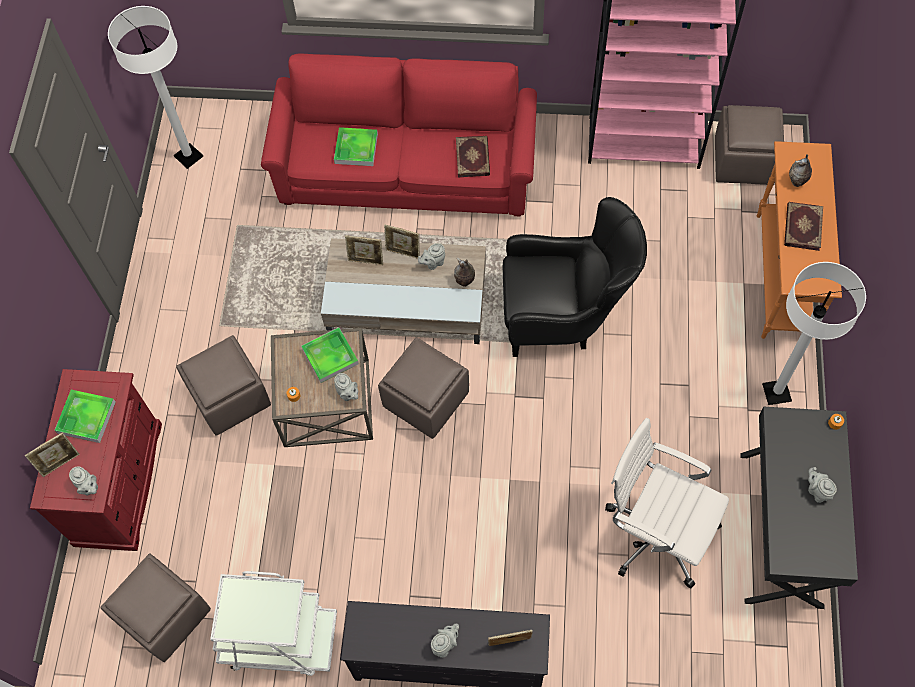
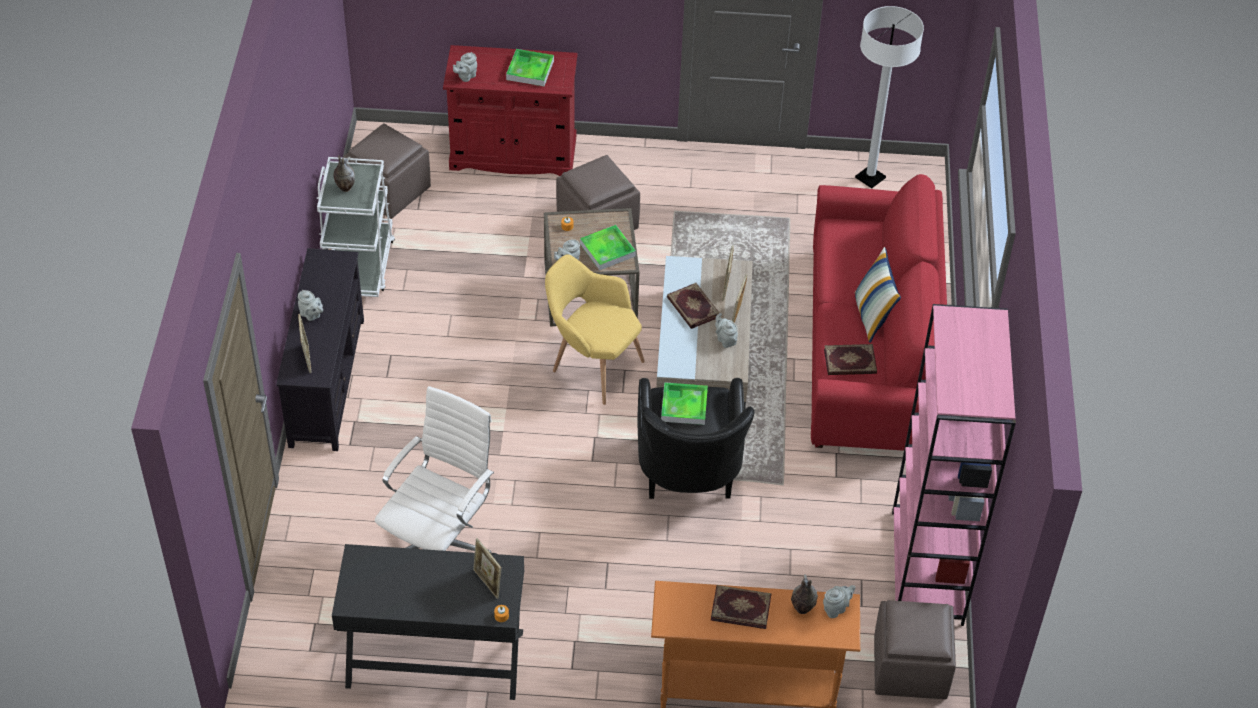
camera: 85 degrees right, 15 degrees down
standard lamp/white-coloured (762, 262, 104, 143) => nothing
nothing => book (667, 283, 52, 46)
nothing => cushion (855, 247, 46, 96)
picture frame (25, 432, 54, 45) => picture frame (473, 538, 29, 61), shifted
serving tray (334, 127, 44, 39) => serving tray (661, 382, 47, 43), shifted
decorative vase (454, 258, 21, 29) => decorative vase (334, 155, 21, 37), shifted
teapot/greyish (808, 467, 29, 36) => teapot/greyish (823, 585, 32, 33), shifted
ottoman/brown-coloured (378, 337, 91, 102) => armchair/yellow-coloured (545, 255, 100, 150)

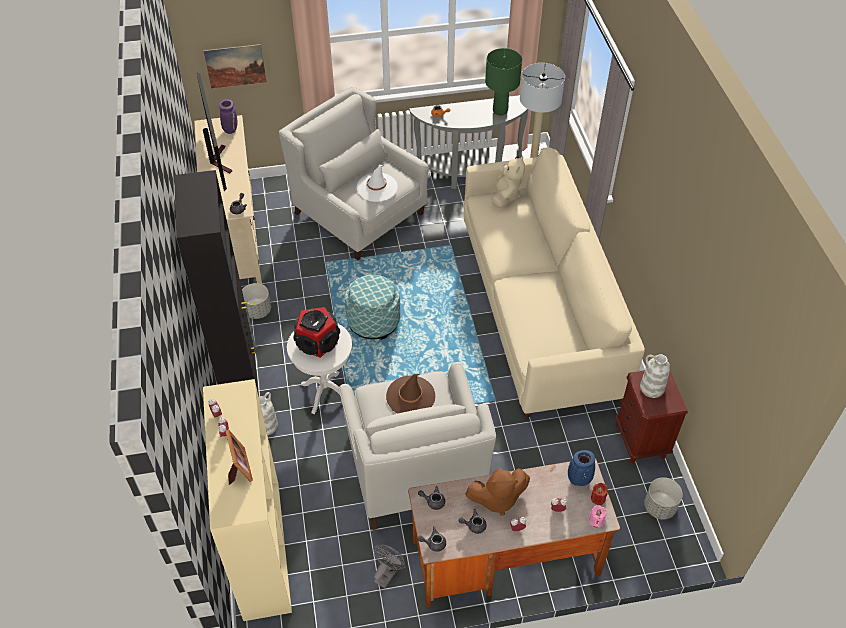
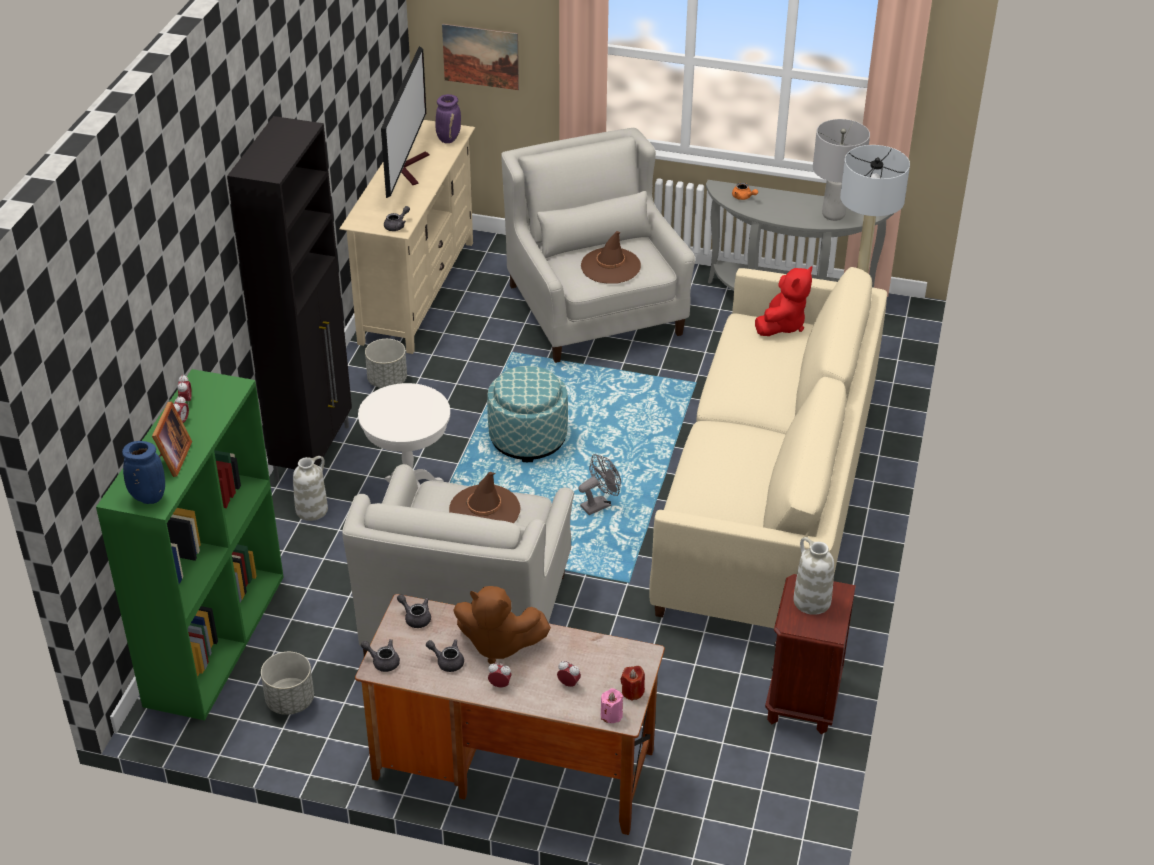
camera: 25 degrees right, 10 degrees down
audio speaker (293, 307, 47, 50) => nothing
fan/greyish (373, 544, 32, 44) => fan/greyish (578, 454, 43, 61), shifted
decorative vase/bluish (568, 450, 27, 36) => decorative vase/bluish (122, 441, 43, 63), shifted
plant pot/greyish (644, 477, 39, 43) => plant pot/greyish (261, 652, 53, 63), shifted
shelving unit/sand-coloured (203, 379, 89, 242) => shelving unit/green (96, 369, 188, 352)
hat/white-coloured (356, 165, 42, 37) => hat/brown-coloured (581, 231, 60, 53)
tabletop lamp/green (485, 48, 37, 67) => tabletop lamp/greyish (813, 119, 57, 102)
cuddly toy/sand-coloured (491, 156, 34, 52) => cuddly toy/reddish (755, 266, 57, 70)

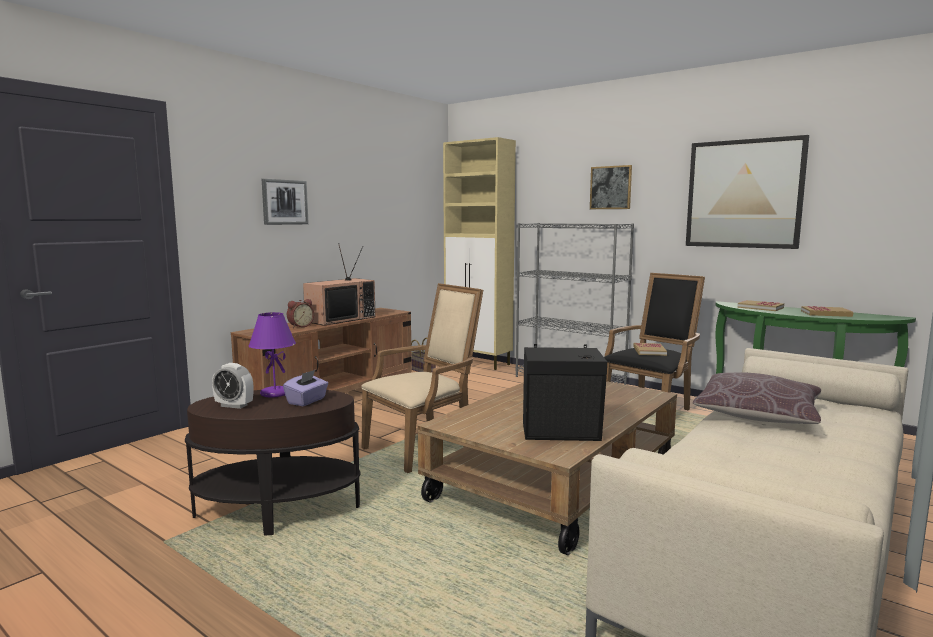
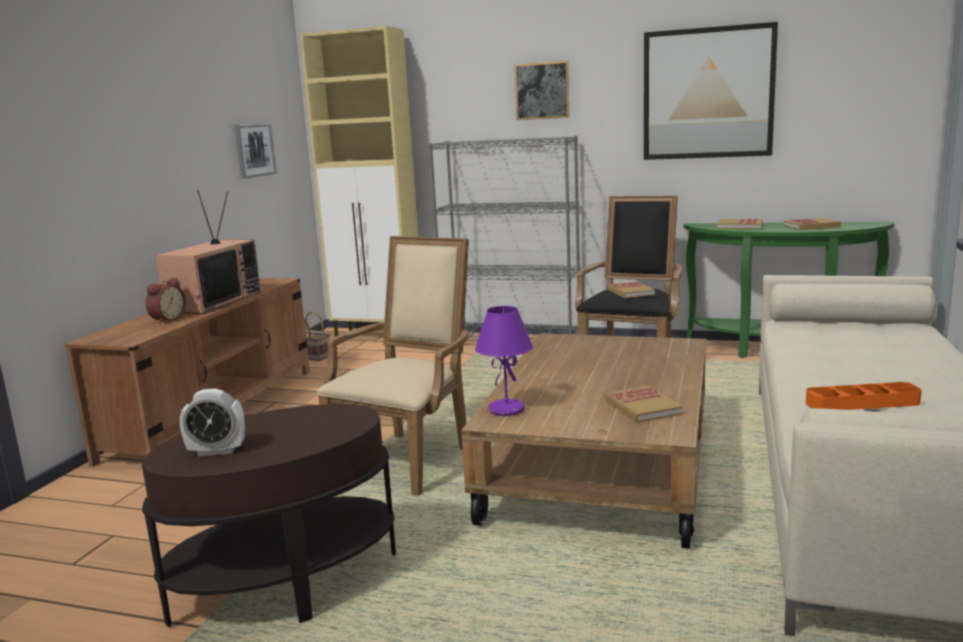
camera: 20 degrees left, 5 degrees up
tissue holder/purple (283, 370, 45, 36) => nothing
cushion/brown-coloured (693, 372, 128, 52) => nothing
nothing => serving tray/orange (806, 382, 116, 28)
tabletop lamp/purple (249, 312, 47, 85) => tabletop lamp/purple (475, 306, 58, 110), shifted
picture (262, 179, 47, 46) => picture (234, 123, 43, 56), shifted
audio speaker/black (523, 344, 84, 97) => book (605, 386, 78, 37)

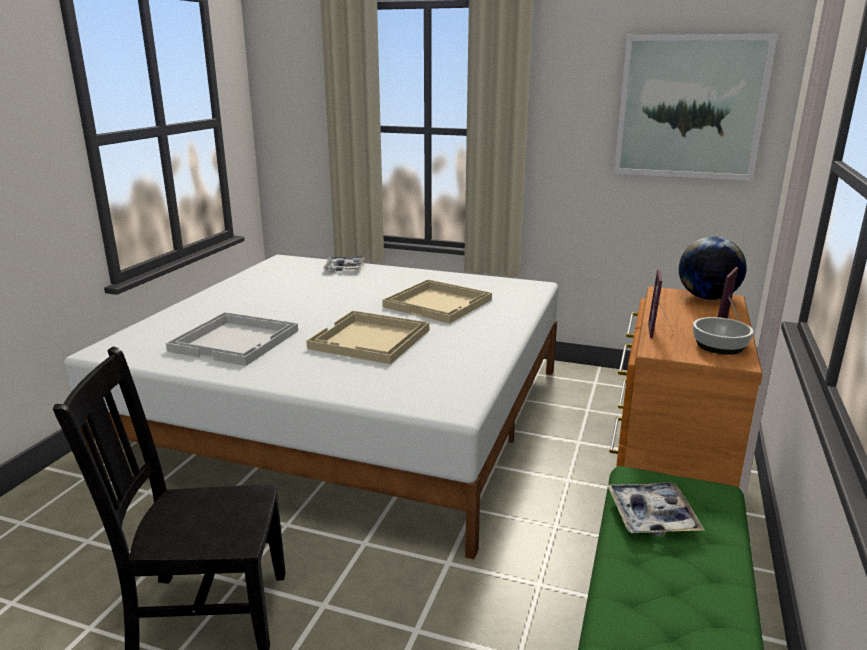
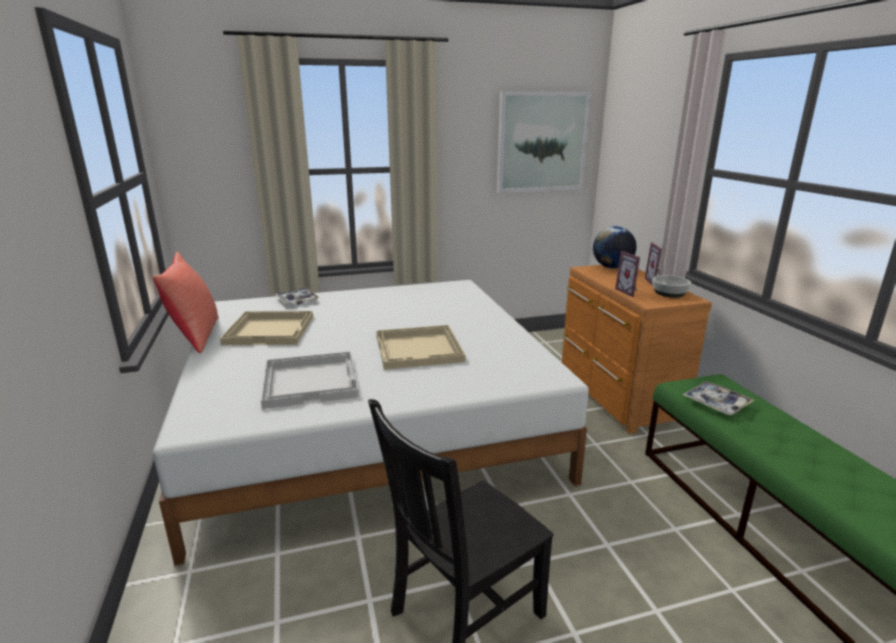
camera: 35 degrees left, 0 degrees up
nothing => cushion/reddish (153, 252, 66, 101)
serving tray/sand-coloured (382, 279, 110, 45) => serving tray/sand-coloured (220, 311, 93, 34), shifted

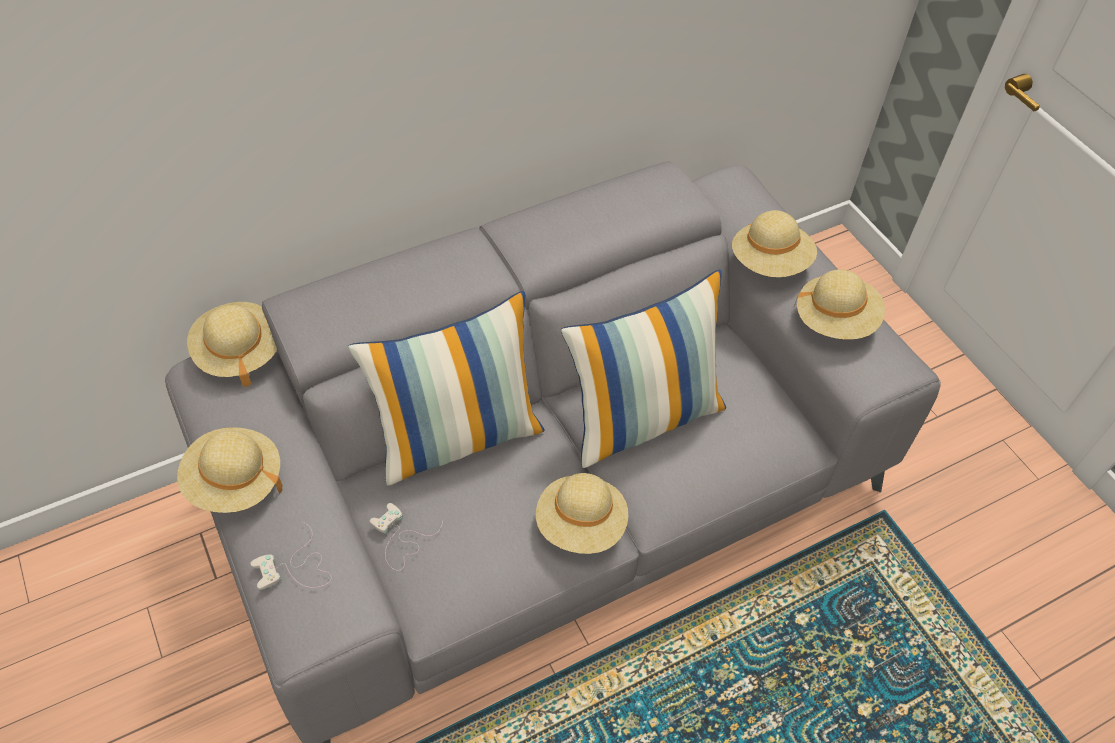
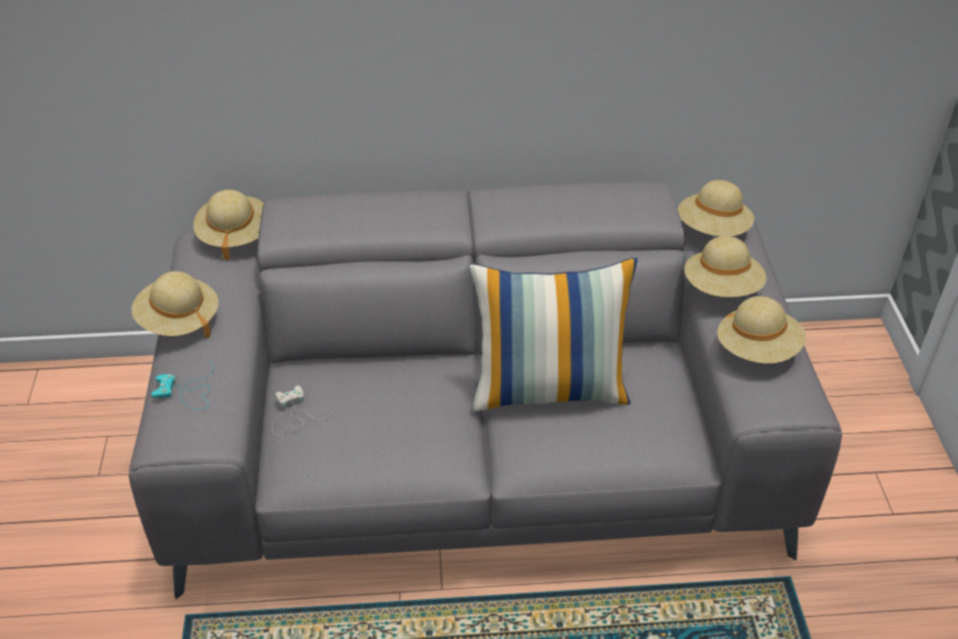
camera: 25 degrees right, 10 degrees down
cushion (348, 291, 197, 195) => nothing
hat/sand-coloured (536, 473, 92, 81) => hat/sand-coloured (678, 180, 76, 57), shifted
game controller/white-coloured (250, 522, 82, 68) => game controller/turquoise-coloured (151, 364, 63, 46)

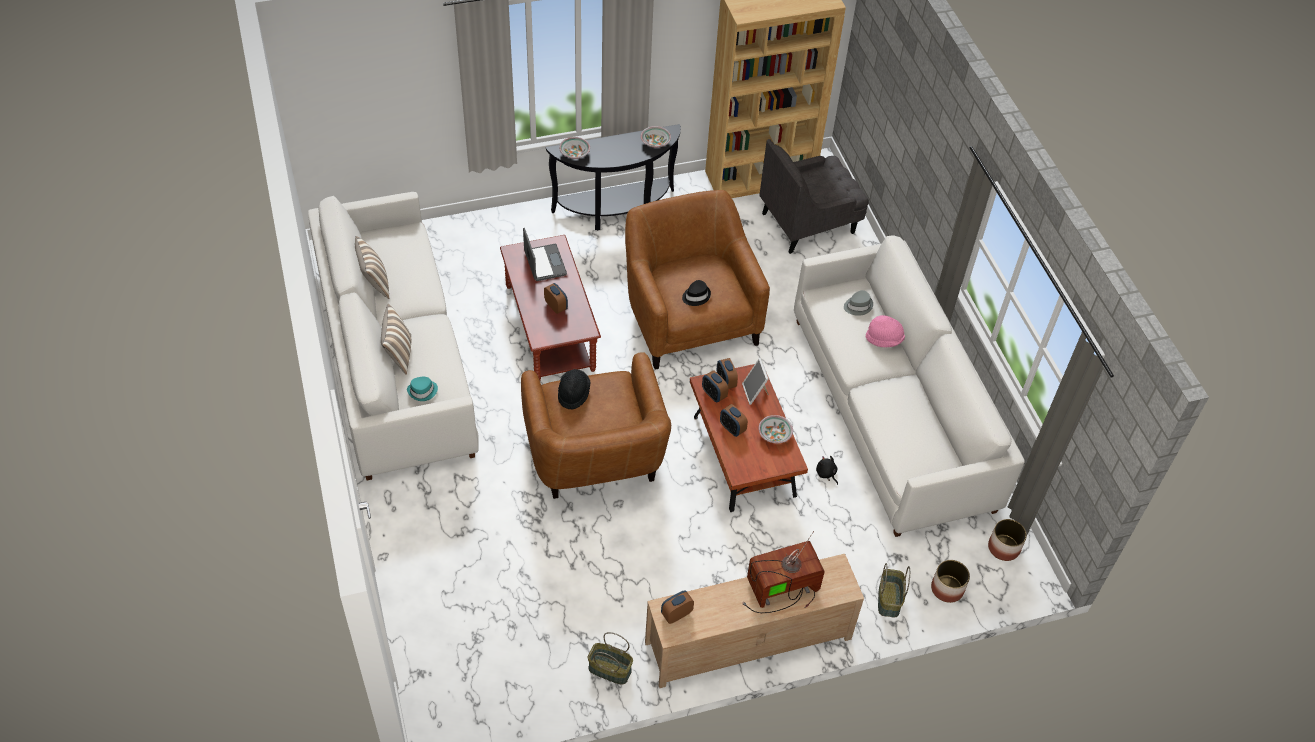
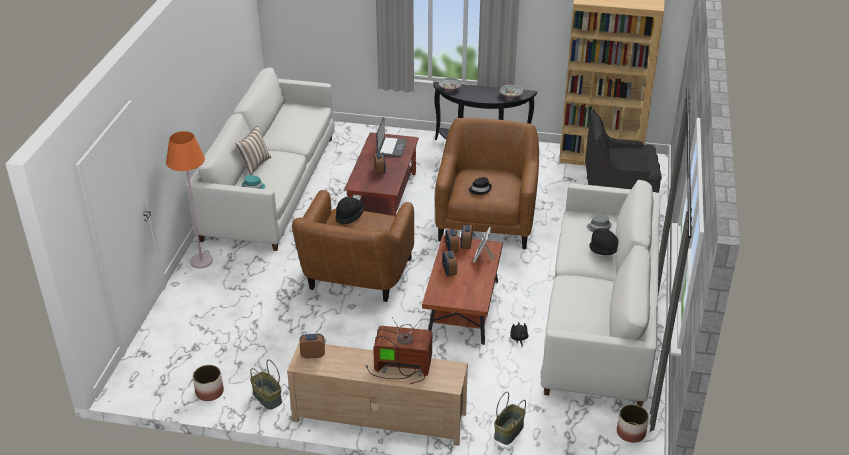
camera: 30 degrees right, 15 degrees down
cushion (355, 236, 34, 63) => nothing
bowl (758, 415, 35, 28) => nothing
nothing => standard lamp/orange (166, 131, 47, 137)
plant pot (931, 560, 39, 43) => plant pot (193, 365, 31, 36), shifted
hat/pinkish (866, 315, 39, 32) => hat/black (589, 228, 29, 27)

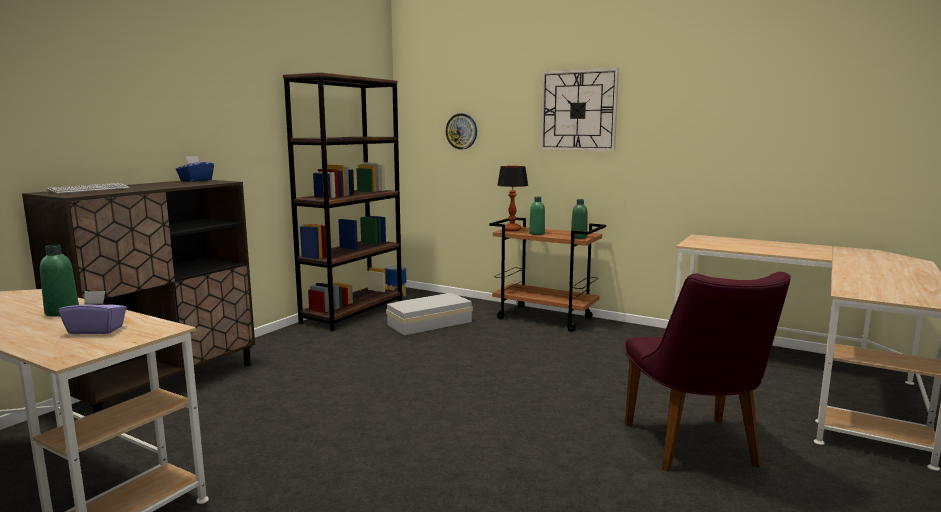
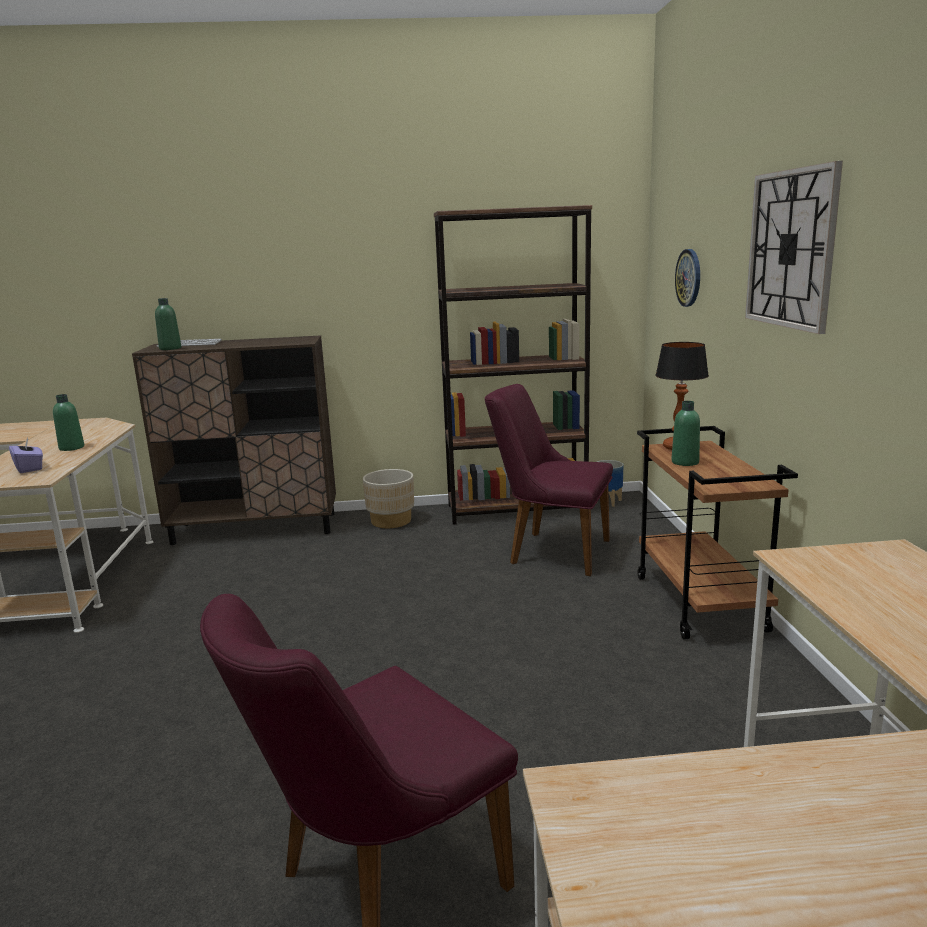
camera: 55 degrees right, 5 degrees up
tissue holder/bluish (176, 156, 38, 26) => nothing
nothing => plant pot/sand-coloured (363, 469, 51, 59)
beverage bottle/green (571, 199, 17, 40) => beverage bottle/green (155, 298, 26, 52), shifted
storage container/white-coloured (386, 293, 87, 42) => plain chair/purple (485, 384, 128, 192)

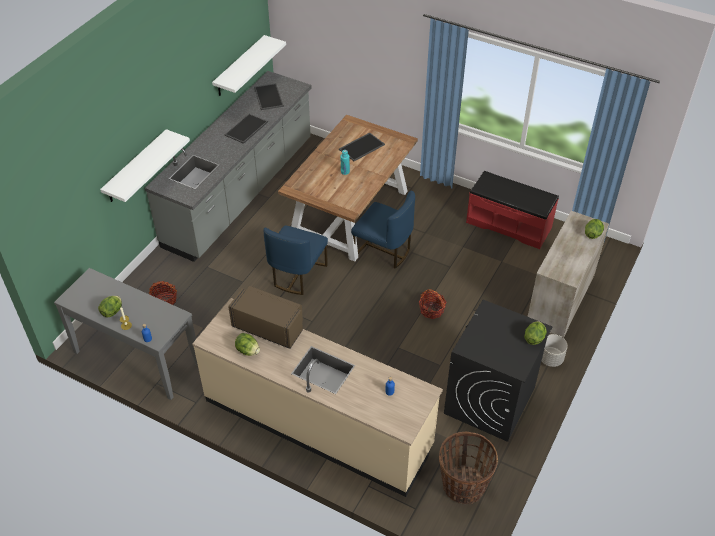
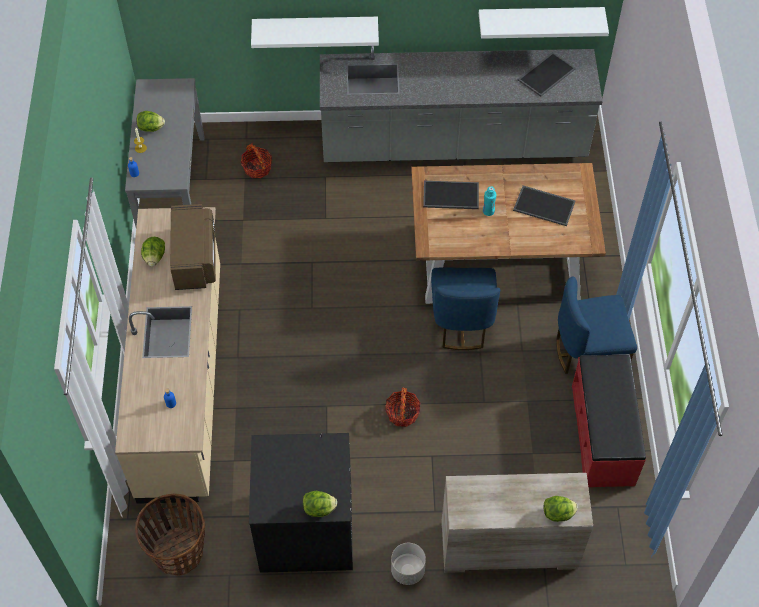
camera: 60 degrees right, 10 degrees up
serving tray (225, 114, 43, 30) => serving tray (423, 181, 56, 28), shifted
plain chair/bluish (263, 226, 65, 69) => plain chair/bluish (556, 276, 81, 98), shifted

